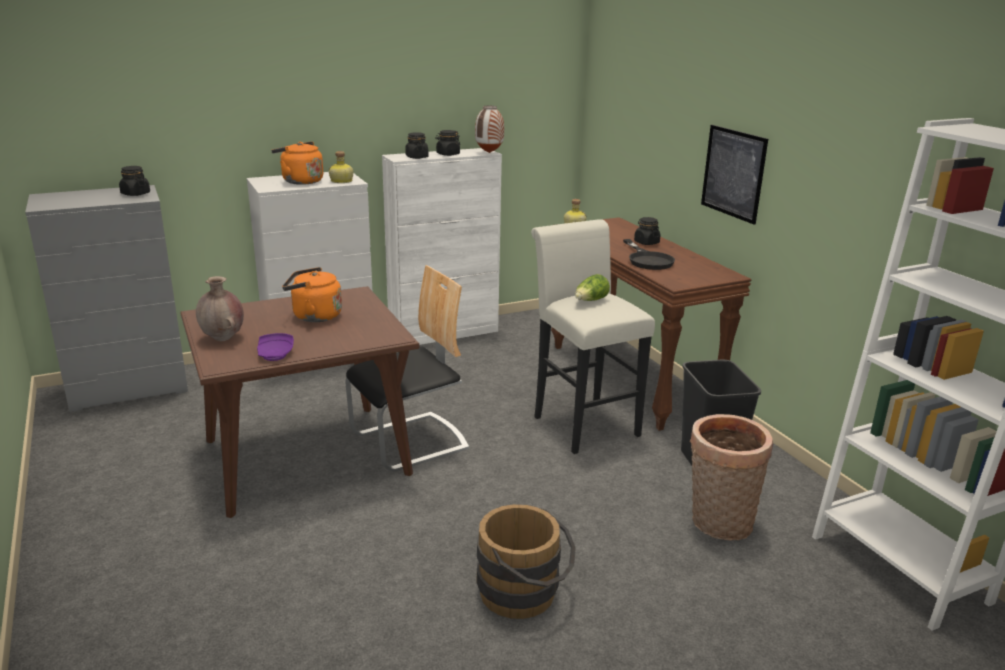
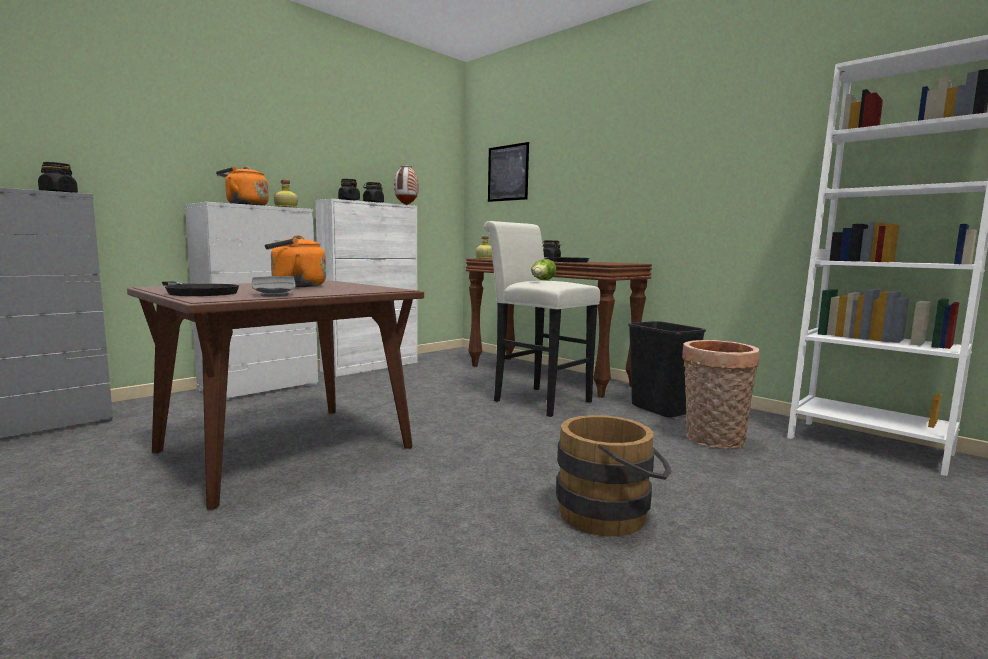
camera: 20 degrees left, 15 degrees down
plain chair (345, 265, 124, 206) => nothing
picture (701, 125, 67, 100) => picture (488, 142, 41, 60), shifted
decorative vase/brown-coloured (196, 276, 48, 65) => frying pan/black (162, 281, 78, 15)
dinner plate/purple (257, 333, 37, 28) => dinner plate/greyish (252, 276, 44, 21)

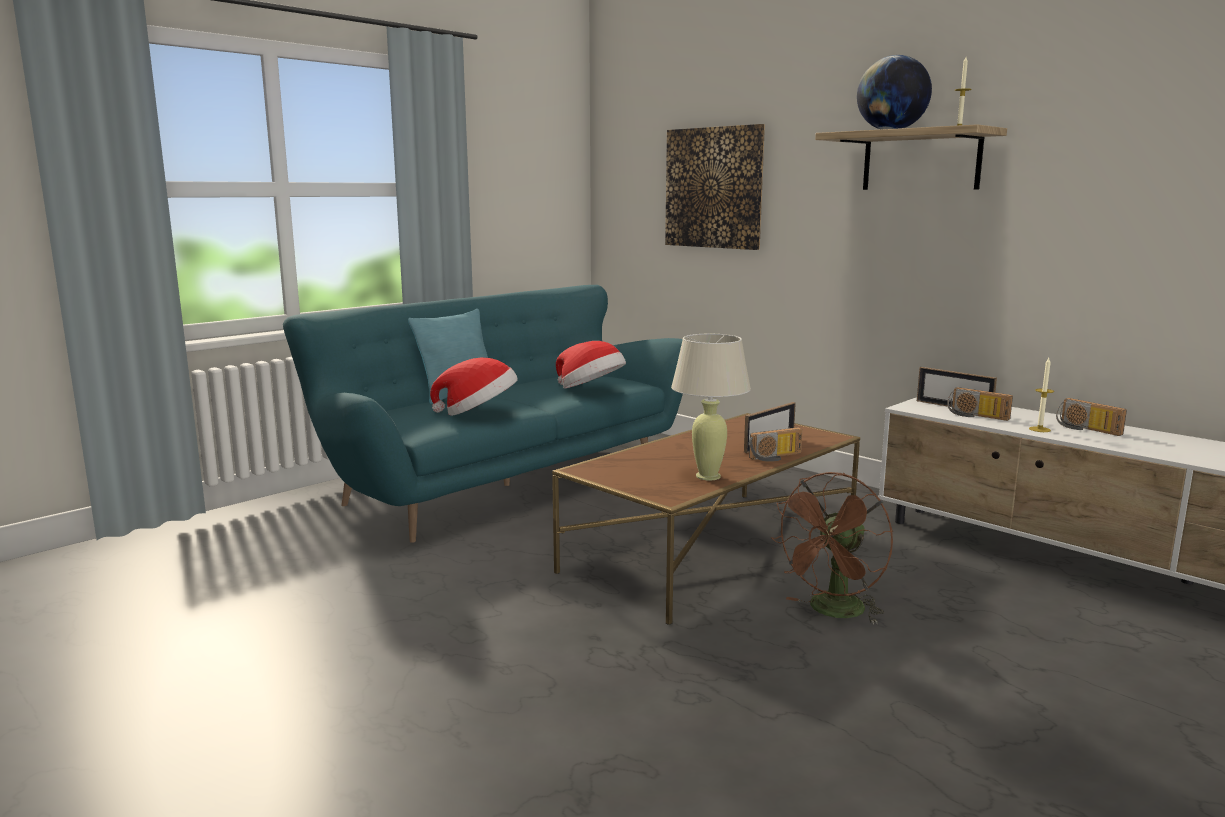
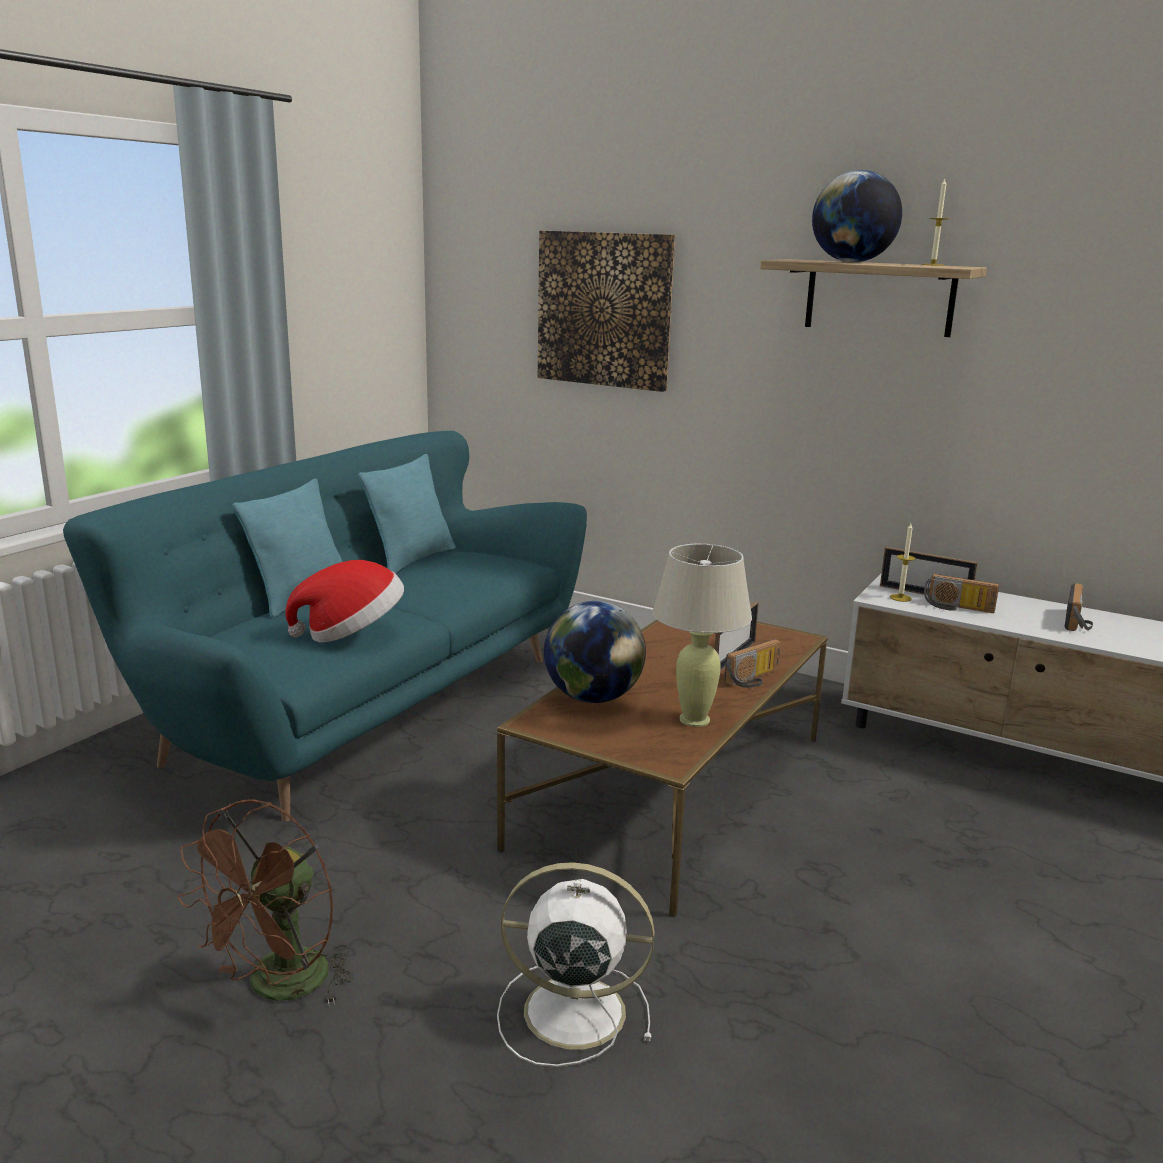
camera: 15 degrees left, 5 degrees up
hat (556, 341, 70, 47) => nothing
nothing => cushion/turquoise-coloured (358, 454, 98, 120)
nothing => fan/white-coloured (497, 862, 158, 205)
nothing => globe (544, 601, 102, 102)
fan/brown-coloured (771, 472, 122, 152) => fan/brown-coloured (178, 799, 175, 206), shifted
candle (1029, 358, 25, 74) => candle (890, 523, 26, 79), shifted
radio (1056, 398, 71, 38) => radio (1065, 583, 28, 48), 105 degrees counterclockwise

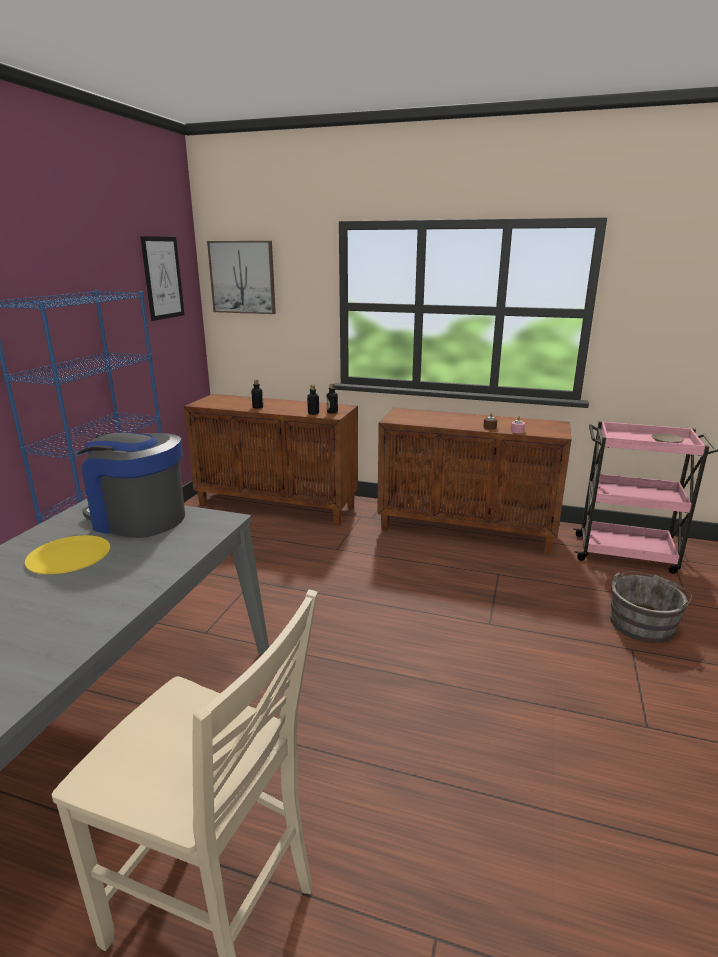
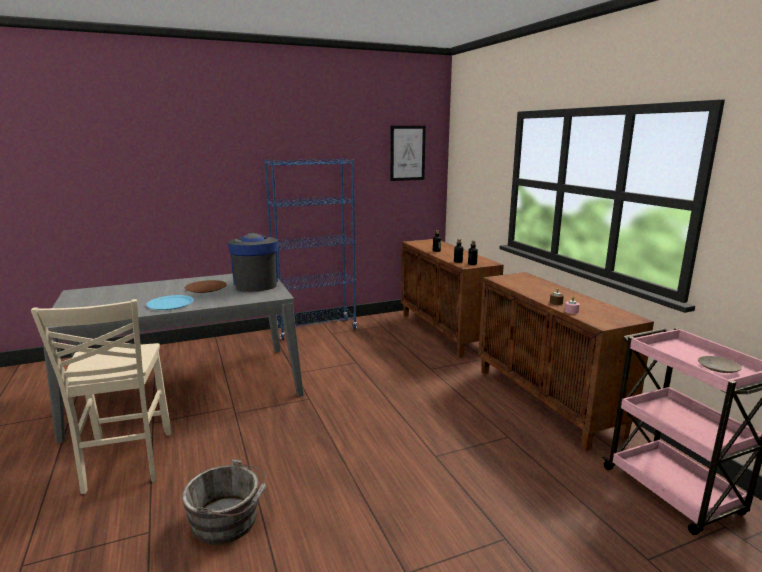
camera: 50 degrees right, 5 degrees down
picture (207, 241, 69, 73) => nothing
nothing => dinner plate/bluish (146, 295, 48, 15)
pail/greyish (610, 571, 82, 72) => pail/greyish (182, 460, 85, 85), shifted
dinner plate/yellow-coloured (25, 535, 85, 39) => dinner plate/brown-coloured (185, 280, 42, 13)

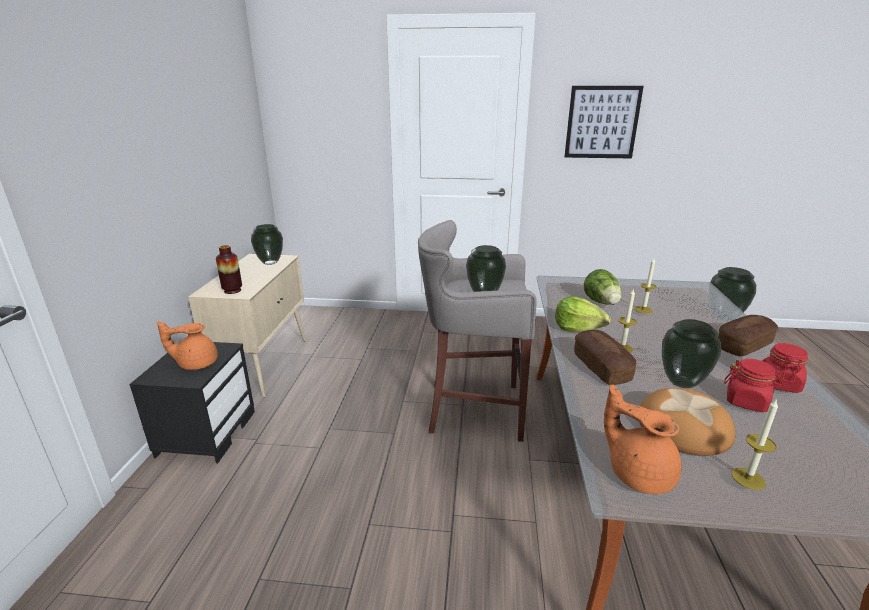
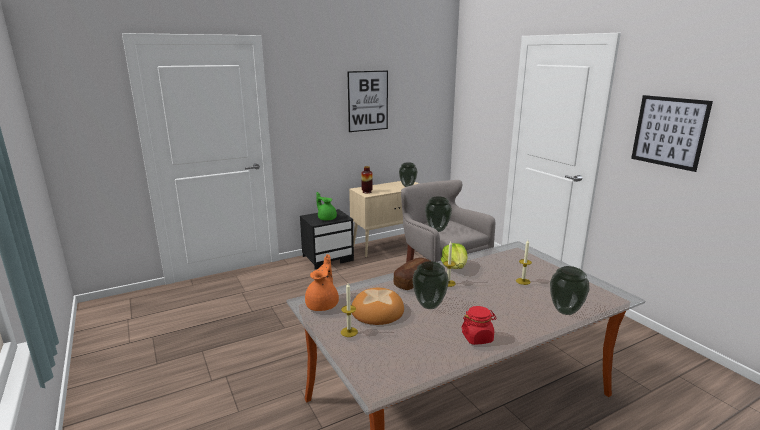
camera: 55 degrees right, 5 degrees down
lettuce (584, 269, 37, 36) => nothing
bread (718, 315, 61, 41) => nothing
storage jar/reddish (724, 359, 59, 53) => nothing
nothing => picture (347, 71, 41, 61)
teapot/orange (157, 321, 61, 49) => teapot/green (316, 192, 21, 29)

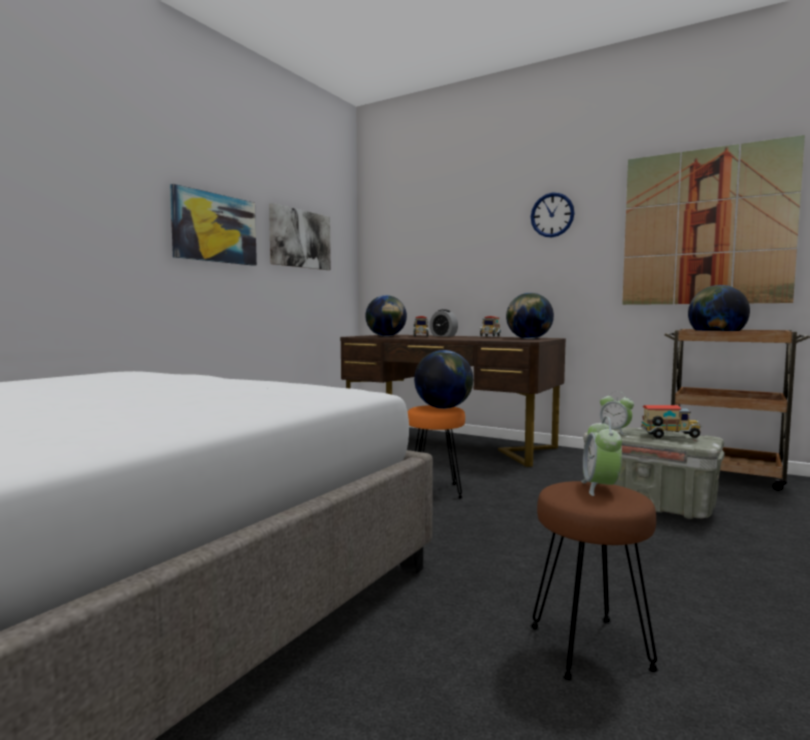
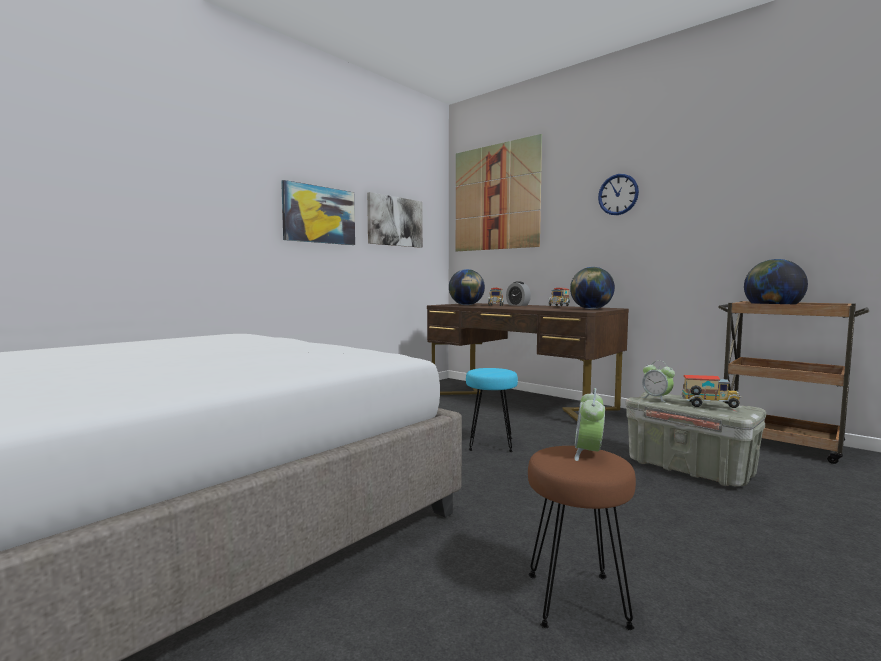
camera: 10 degrees right, 0 degrees up
globe (414, 350, 59, 59) => nothing
picture (622, 135, 183, 170) => picture (456, 134, 86, 117), shifted
stool seat/orange (408, 405, 57, 94) => stool seat/turquoise-coloured (466, 368, 52, 84)

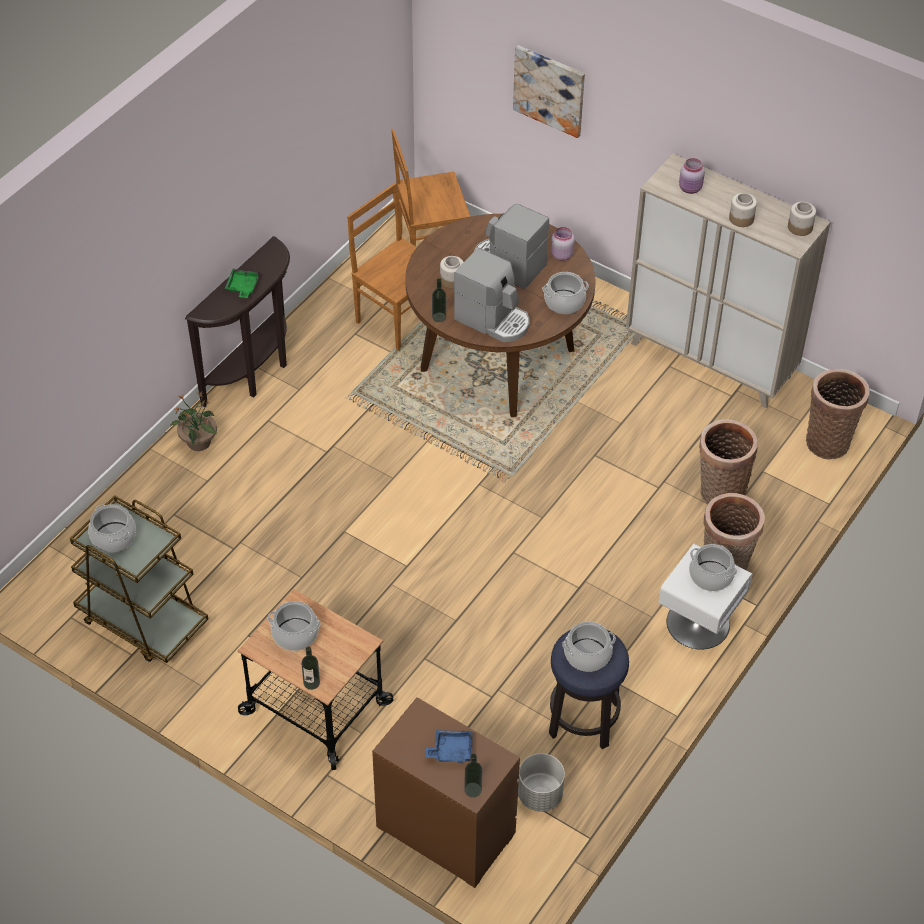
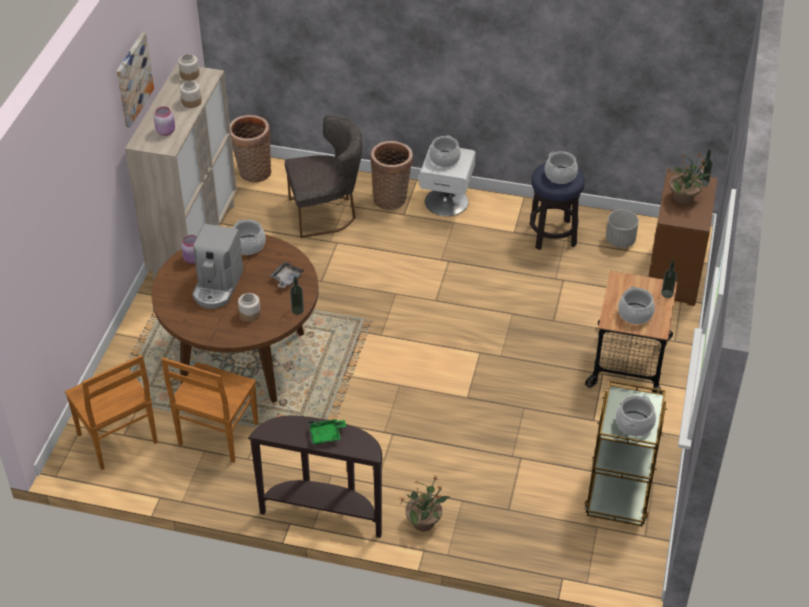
camera: 110 degrees left, 5 degrees down
picture (513, 45, 72, 93) => picture (116, 32, 38, 96), shifted
serving tray/bluish (425, 730, 48, 33) => plant in a pot (666, 153, 44, 52)
coffee brewer (454, 248, 75, 94) => serving tray/greyish (270, 262, 34, 27)
basket (699, 419, 59, 85) => plain chair/greyish (285, 115, 77, 123)

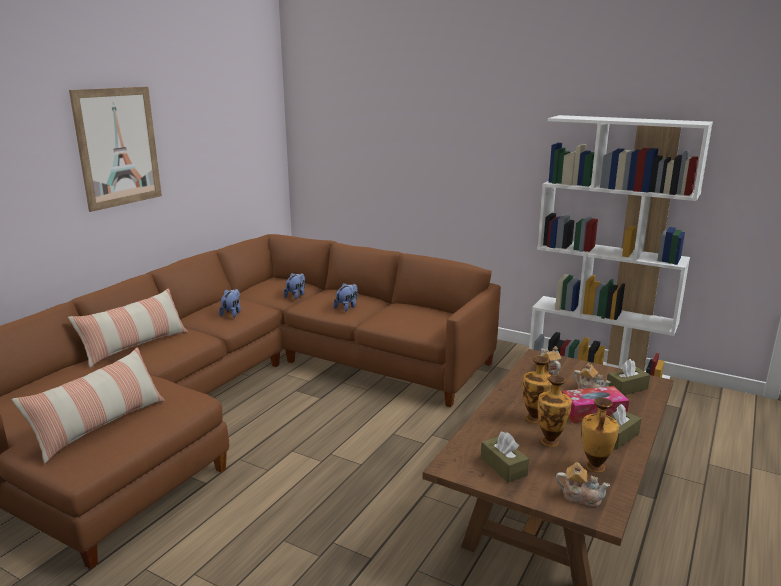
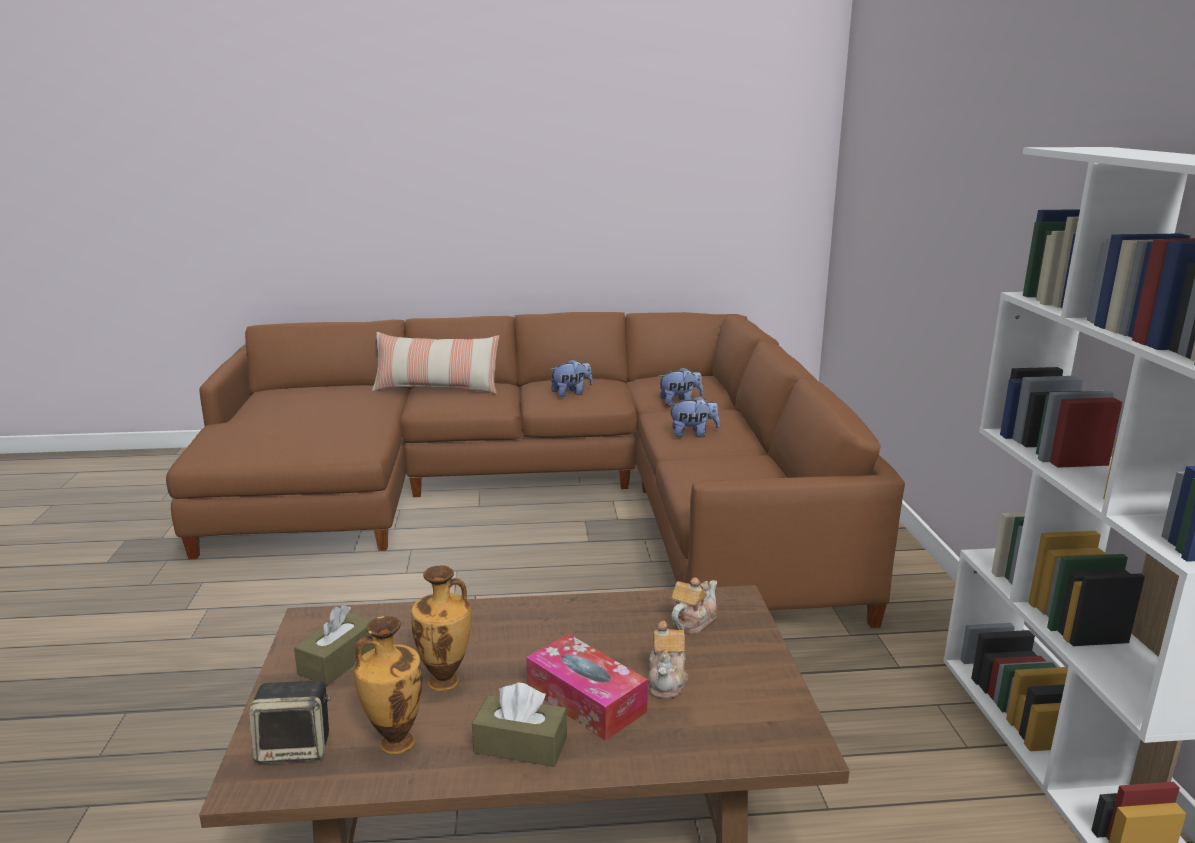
camera: 55 degrees right, 0 degrees up
cushion (11, 347, 154, 117) => nothing
picture (69, 87, 93, 125) => nothing
decorative vase (522, 356, 30, 67) => nothing
tissue holder/brown-coloured (607, 359, 43, 36) => nothing
teapot (556, 462, 54, 45) => audio speaker (249, 681, 82, 83)

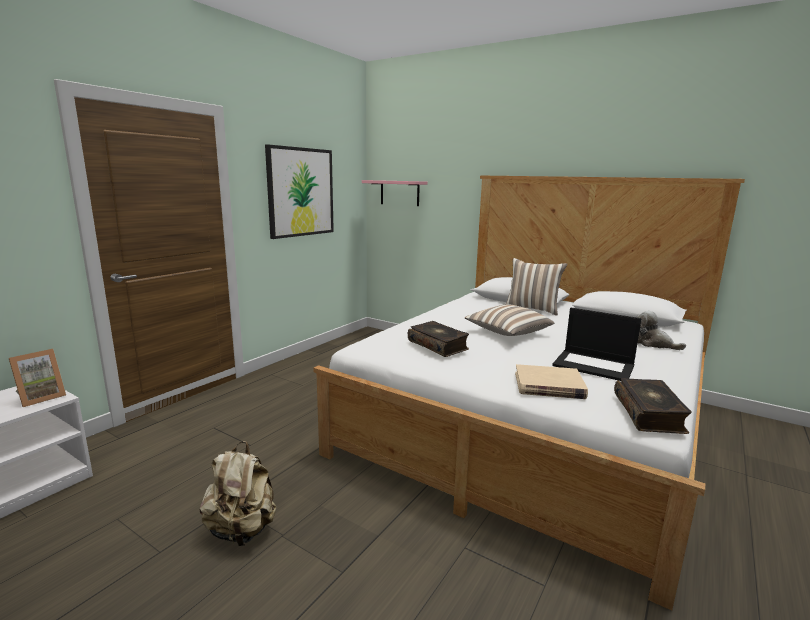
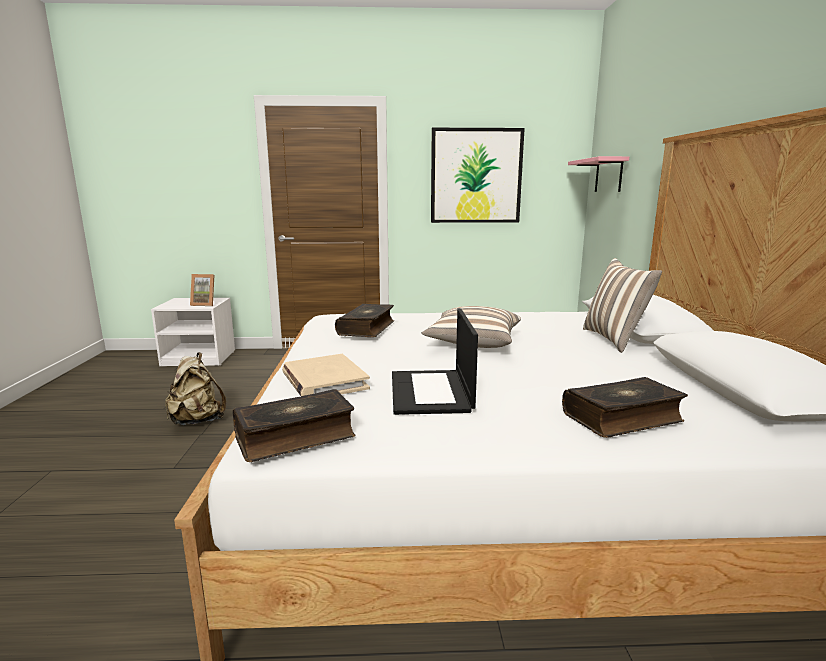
camera: 55 degrees right, 0 degrees up
cuddly toy (637, 311, 49, 39) => book (562, 377, 126, 61)

